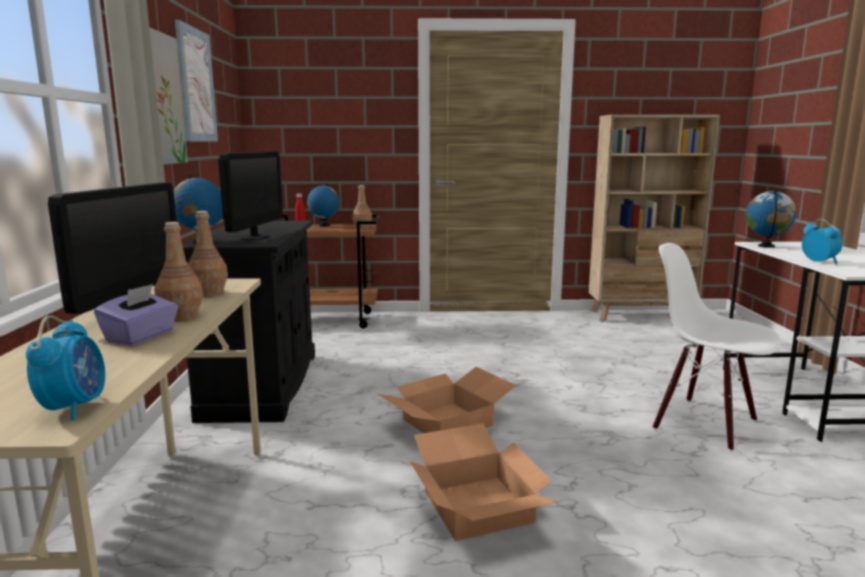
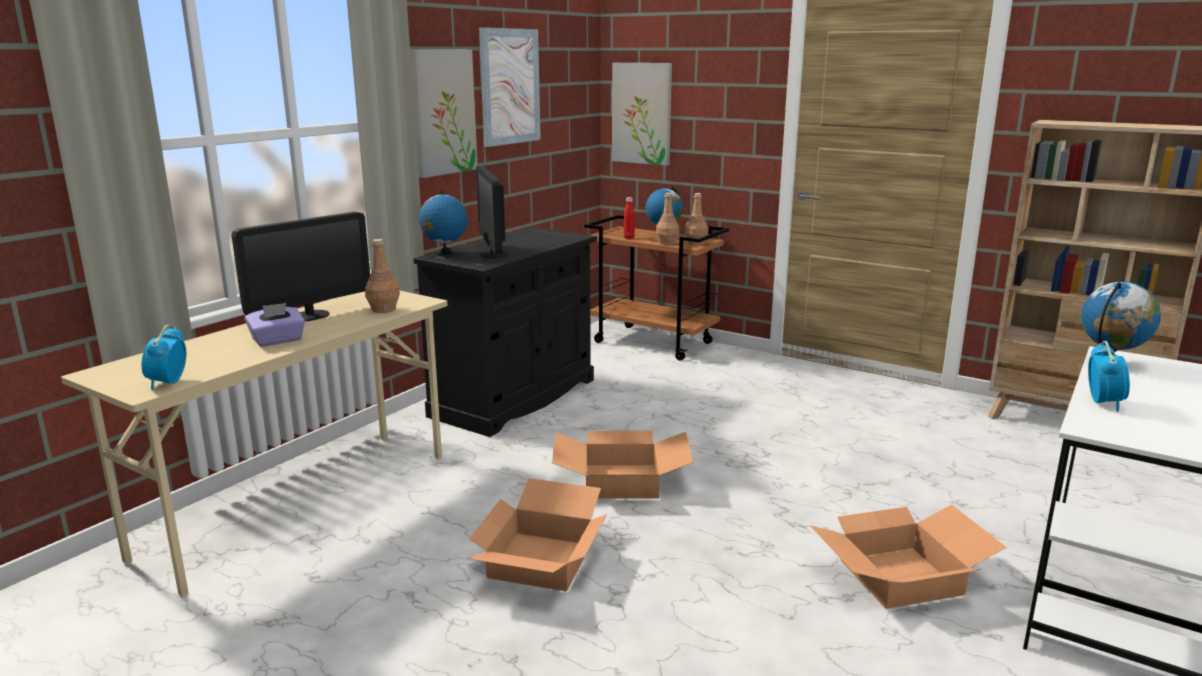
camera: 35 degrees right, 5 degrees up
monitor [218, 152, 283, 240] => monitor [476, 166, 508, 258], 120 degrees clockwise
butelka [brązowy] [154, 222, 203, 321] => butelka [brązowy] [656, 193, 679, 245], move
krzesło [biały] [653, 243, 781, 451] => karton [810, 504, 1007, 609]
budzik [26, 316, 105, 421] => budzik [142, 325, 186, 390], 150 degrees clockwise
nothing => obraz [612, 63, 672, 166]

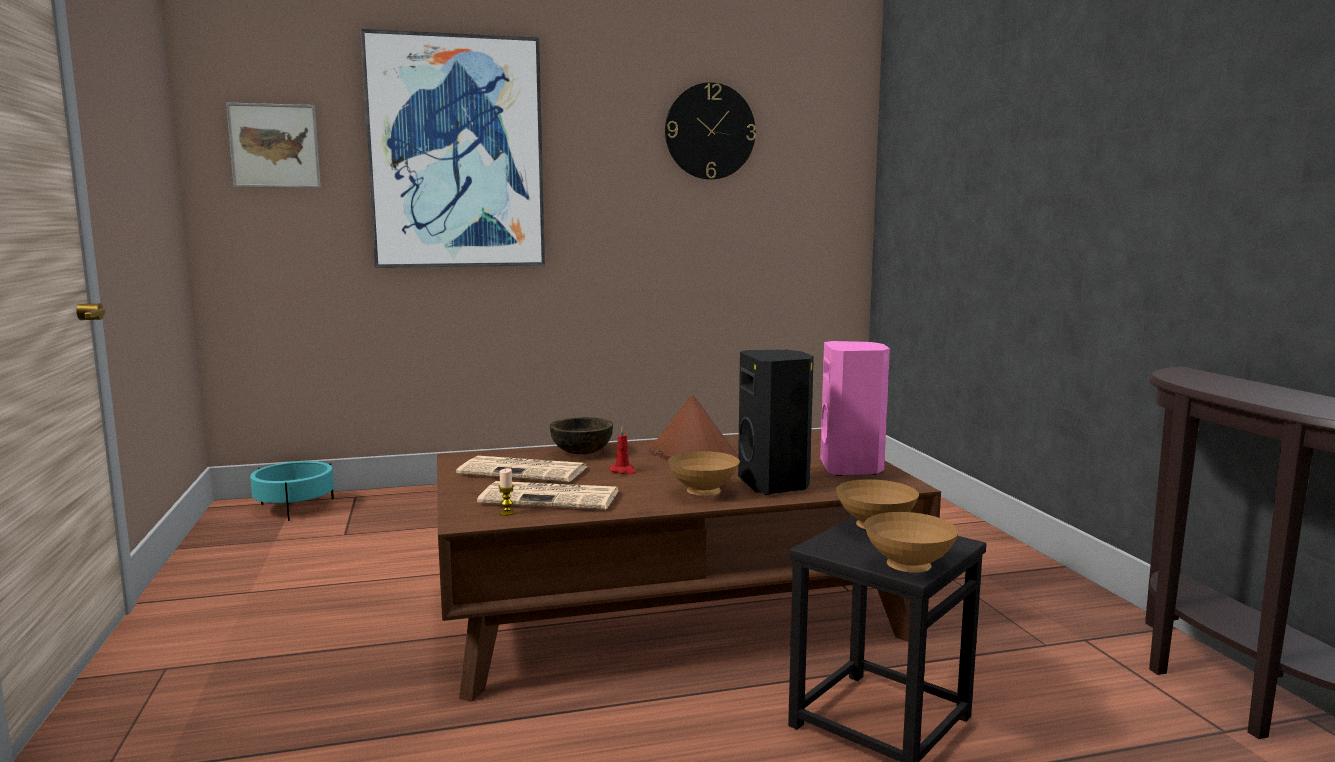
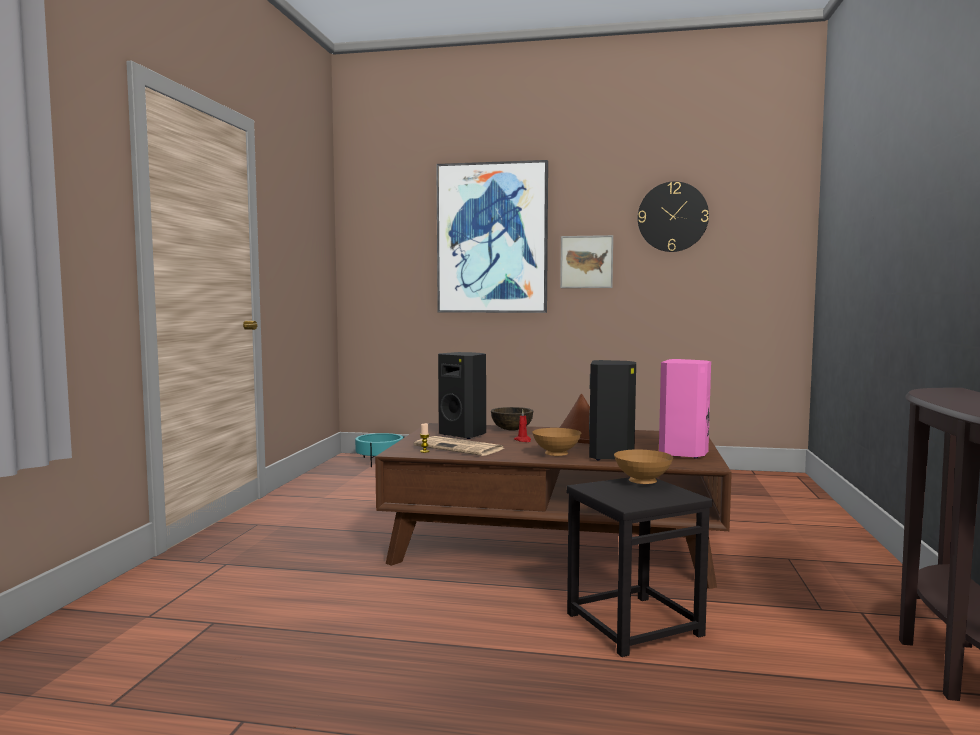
camera: 25 degrees right, 5 degrees down
obraz [226, 103, 321, 188] => obraz [560, 235, 613, 288], move
gazeta [456, 456, 586, 482] => głośnik [czarny] [438, 352, 486, 439]
miska [brązowy] [864, 512, 959, 573] => nothing

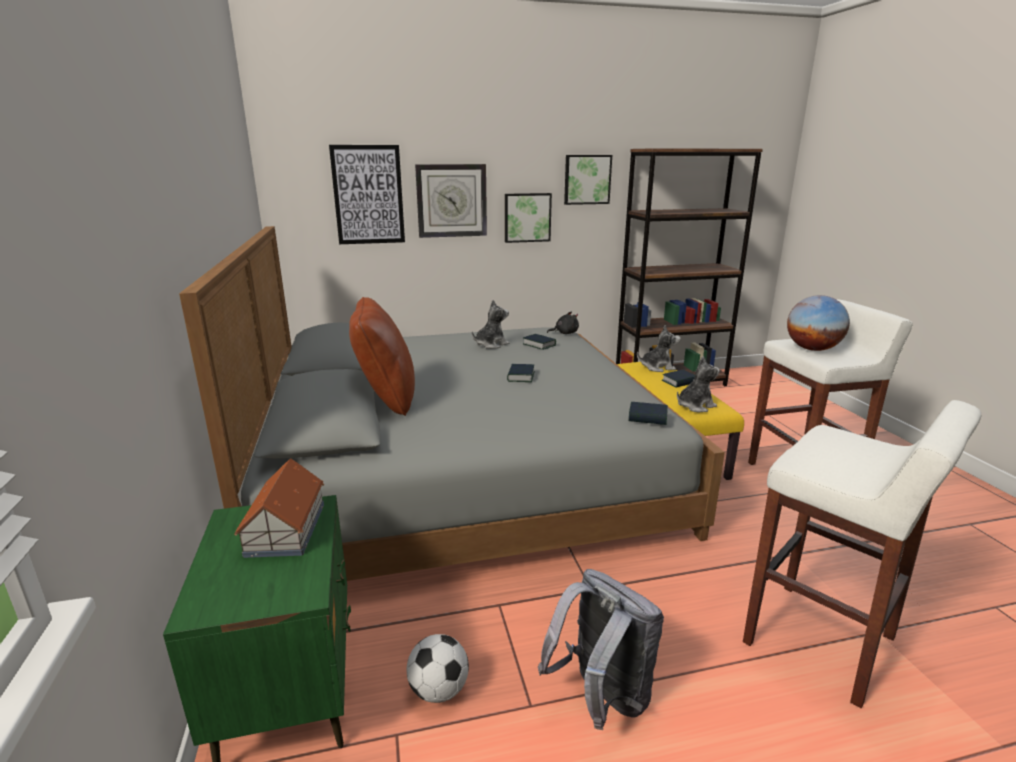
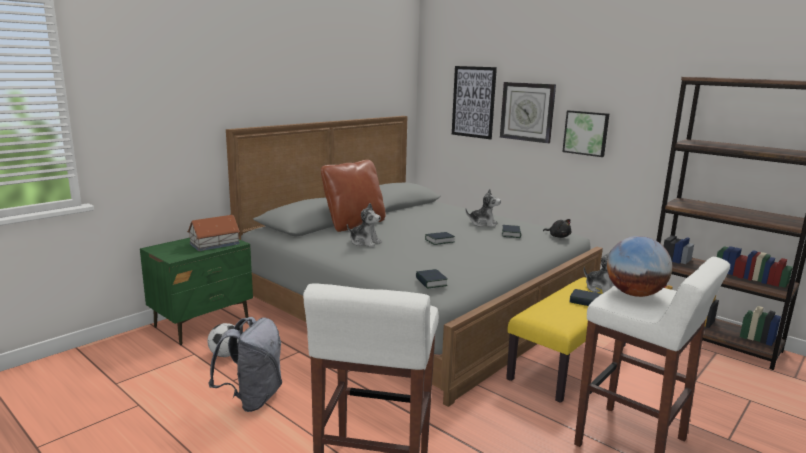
camera: 55 degrees right, 5 degrees down
obraz [564, 155, 612, 205] => nothing
pluszak [677, 356, 720, 412] => pluszak [347, 203, 382, 247], move

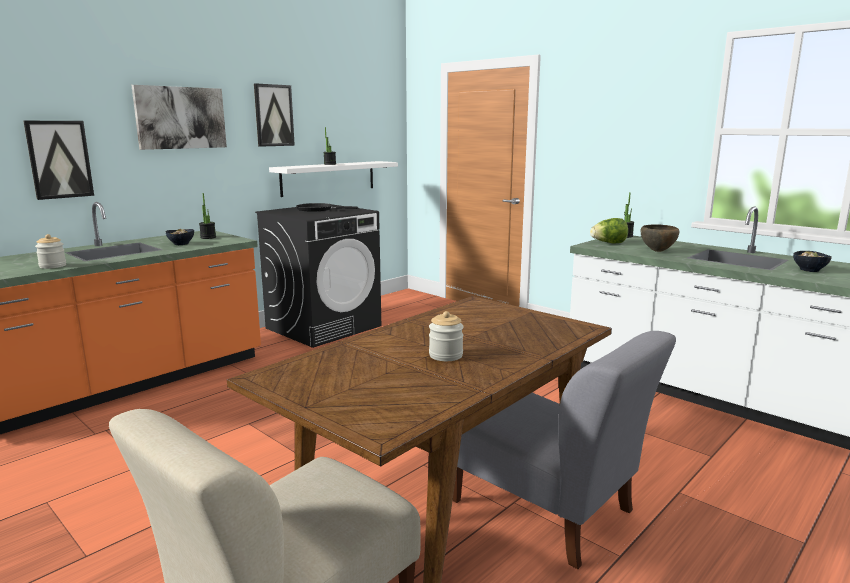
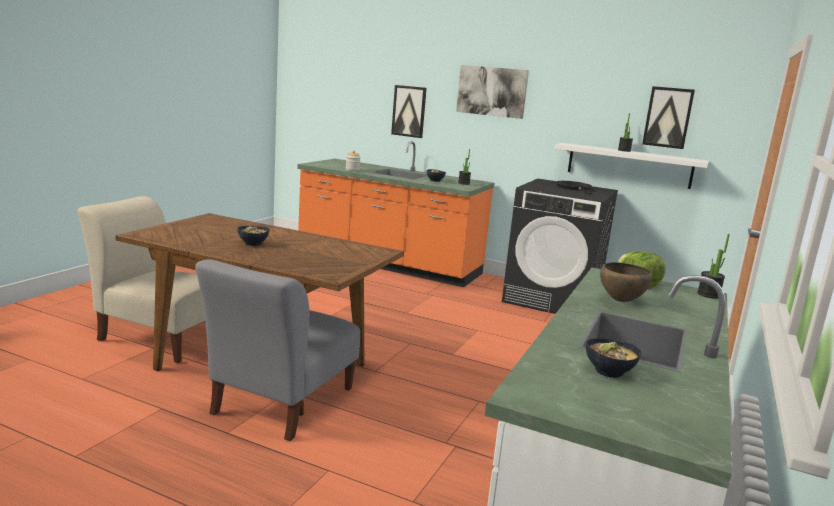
camera: 70 degrees right, 0 degrees up
obraz [254, 83, 295, 147] => obraz [642, 86, 695, 149], move
słoik [429, 311, 464, 361] => miska [238, 226, 269, 246]

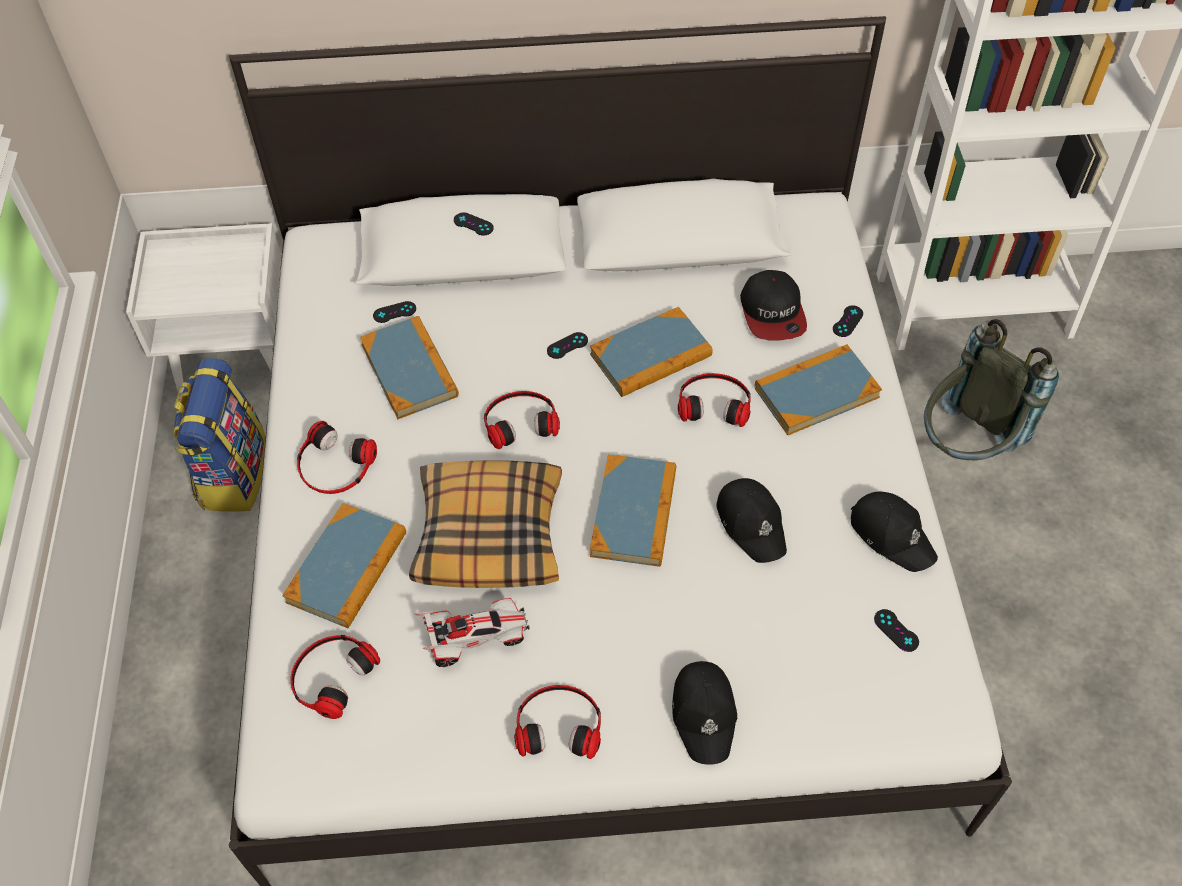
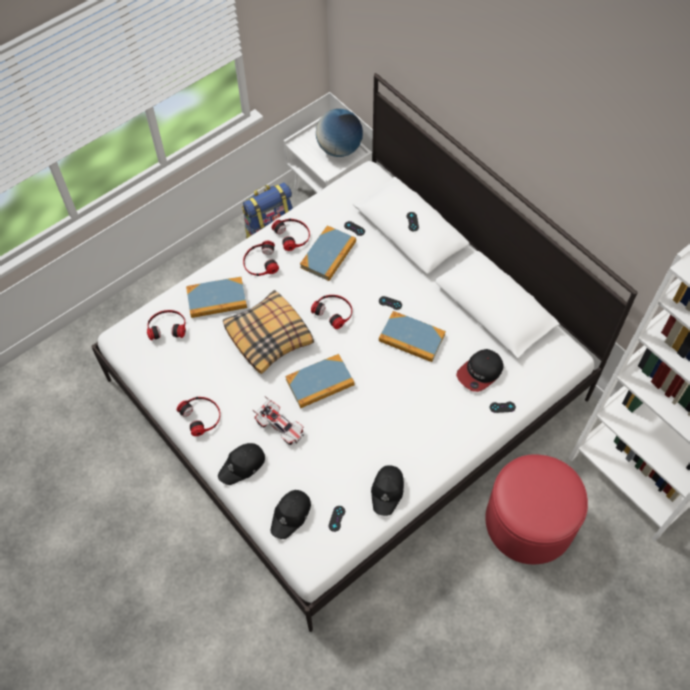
camera: 55 degrees right, 5 degrees up
plecak [szary] [924, 319, 1059, 460] => pufa [czerwony] [485, 454, 588, 564]
książka [755, 344, 882, 435] => nothing
słuchawki [678, 373, 751, 427] => słuchawki [272, 219, 310, 251], move
czapka z daszkiem [czarny] [716, 478, 787, 563] => czapka z daszkiem [czarny] [270, 490, 311, 539], move
samochodzik [415, 598, 530, 667] => samochodzik [252, 396, 304, 445], move
nothing => globus [316, 109, 363, 157]

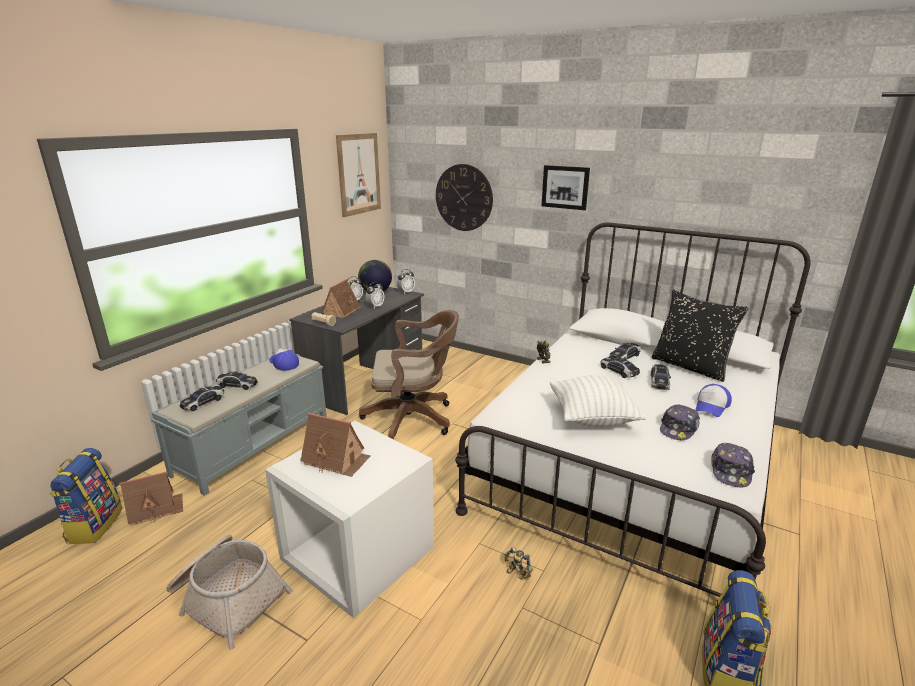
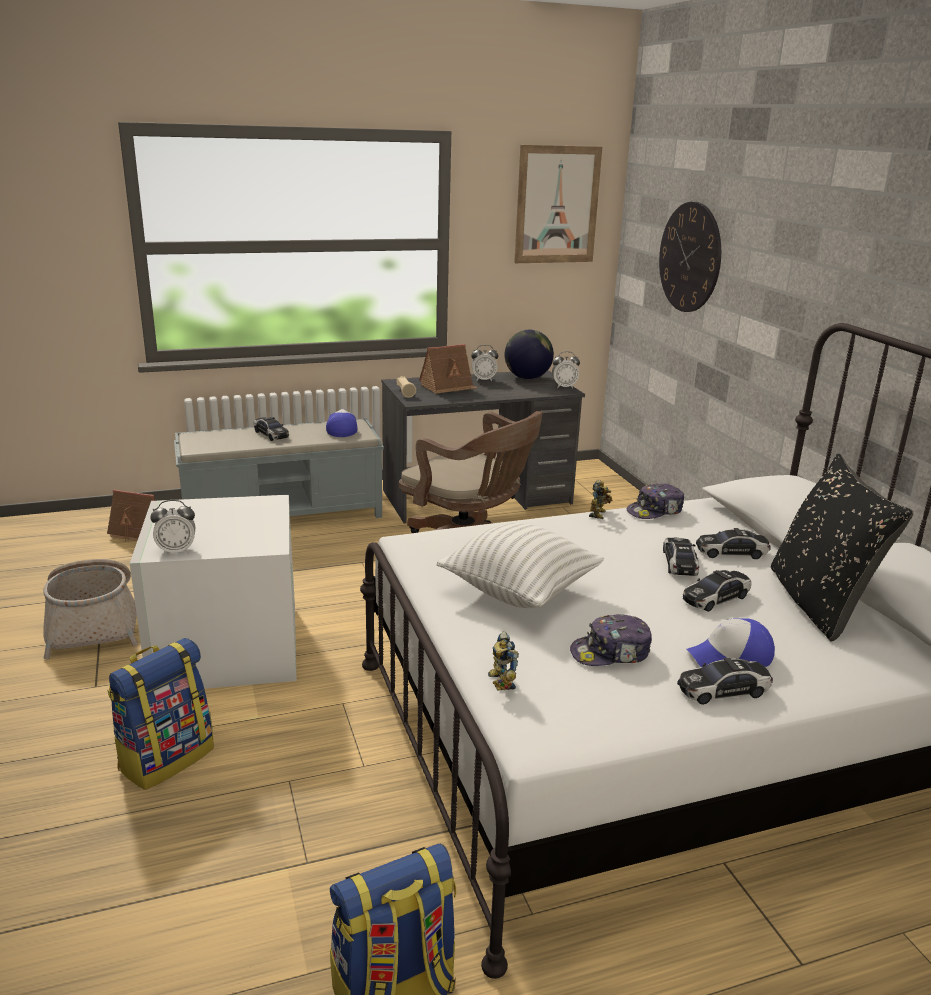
camera: 40 degrees right, 0 degrees up
obraz [541, 165, 590, 210] => nothing
budzik [365, 282, 384, 308] => budzik [150, 500, 195, 555], move
samochodzik [180, 386, 224, 411] => samochodzik [677, 658, 773, 705], move
domek [300, 413, 370, 477] => nothing
czapka z daszkiem [711, 443, 755, 487] => czapka z daszkiem [627, 483, 684, 519], move
plecak [50, 448, 122, 544] => plecak [107, 638, 214, 790], move
robot zabawkowy [505, 547, 533, 579] => robot zabawkowy [488, 631, 519, 690], move

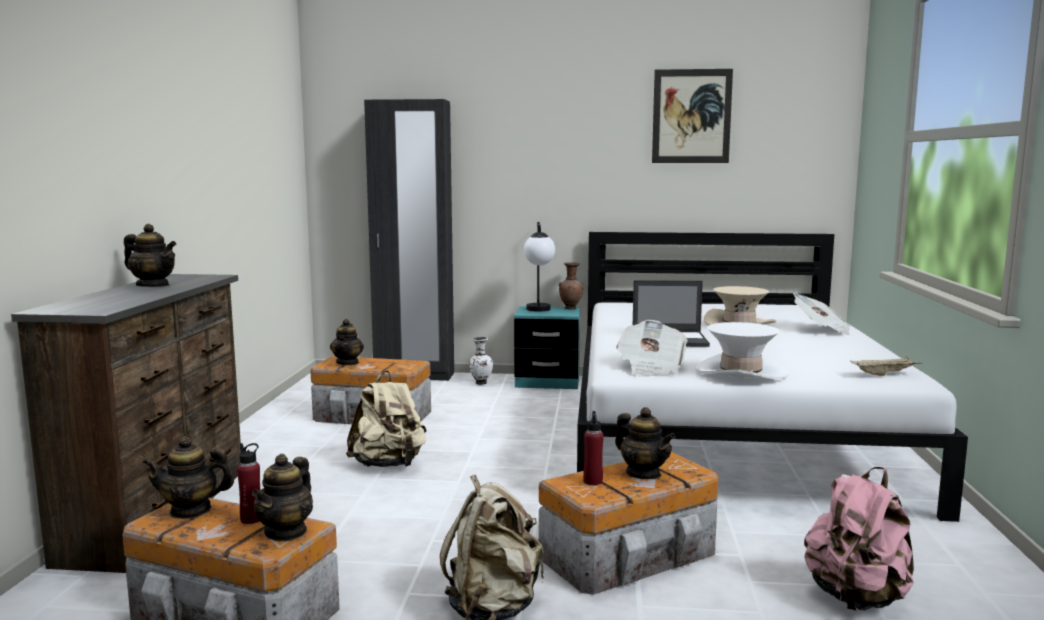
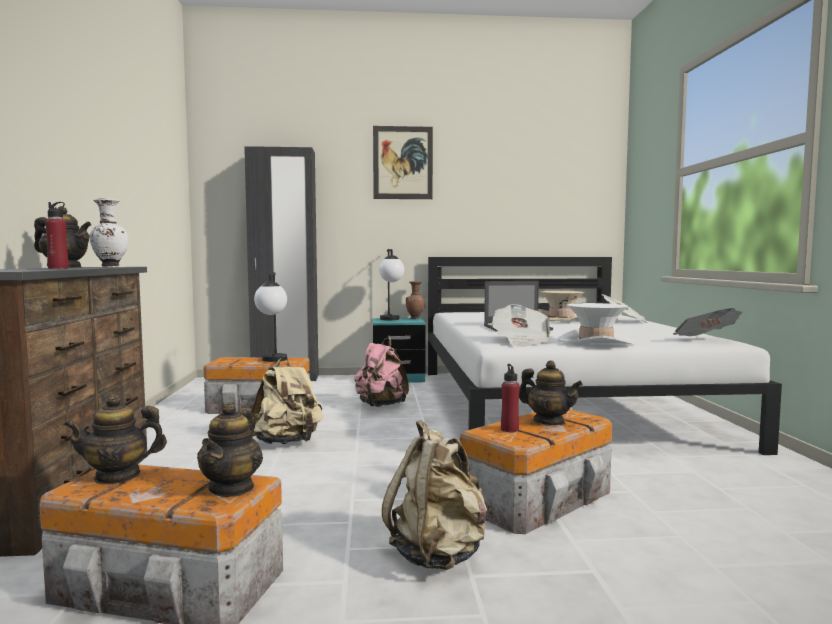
camera: 10 degrees left, 5 degrees down
obraz [652, 69, 733, 163] => obraz [373, 126, 433, 199], move
imbryk [330, 319, 364, 365] => nothing
wazon [biały] [469, 337, 493, 385] => wazon [biały] [89, 198, 129, 267], move
taca [beżowy] [850, 356, 923, 376] => gazeta [673, 308, 742, 336]
butelka [czerwony] [237, 443, 260, 524] => butelka [czerwony] [45, 202, 69, 269], move
plecak [różowy] [804, 467, 914, 611] => plecak [różowy] [355, 337, 409, 407], move
nothing => lampa stołowa [254, 272, 287, 362]

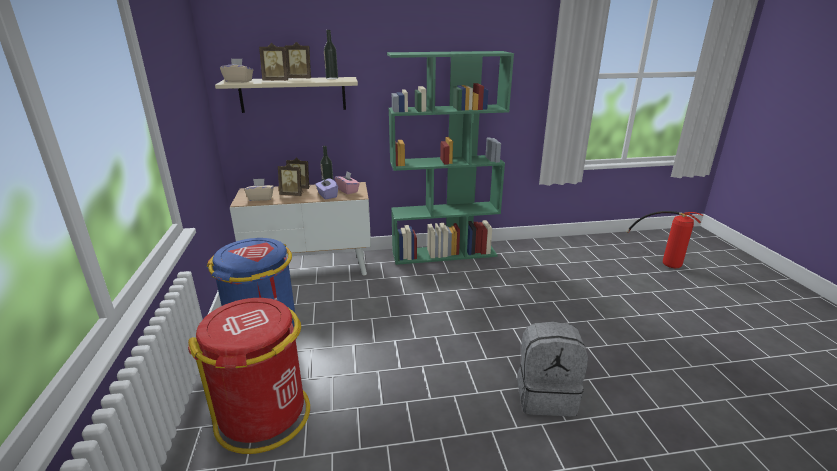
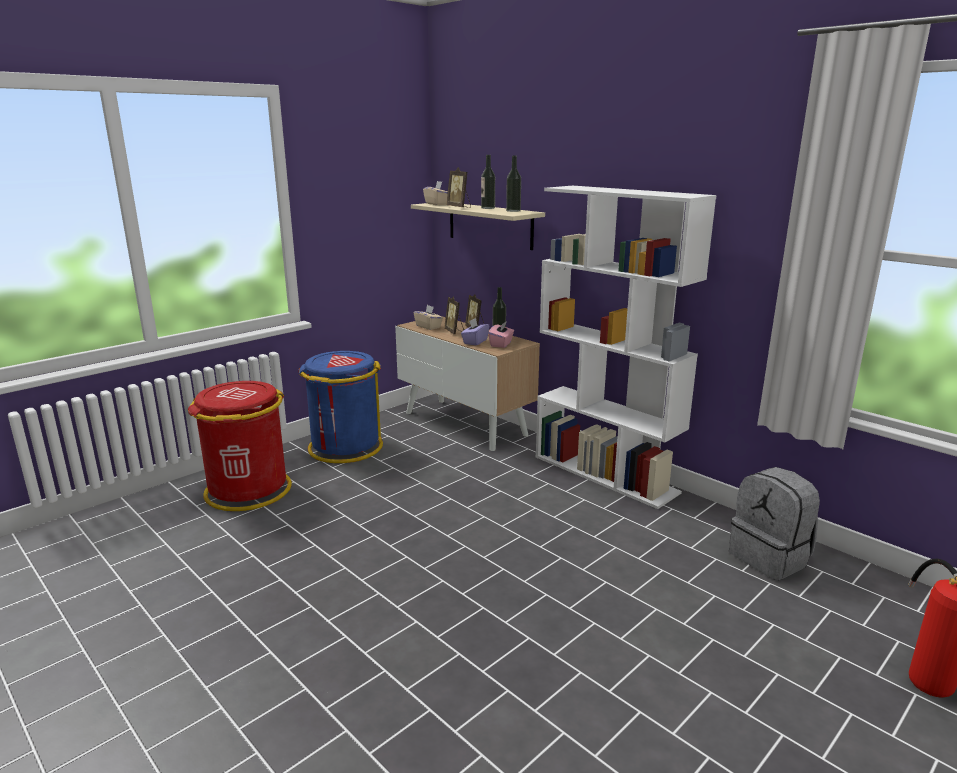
camera: 55 degrees right, 5 degrees down
ramka na zdjęcie [285, 42, 311, 78] => butelka [481, 155, 495, 209]
regał [zielony] [387, 51, 514, 265] => regał [biały] [536, 186, 717, 509]
plecak [szary] [517, 321, 588, 416] => plecak [szary] [729, 467, 820, 580], move

